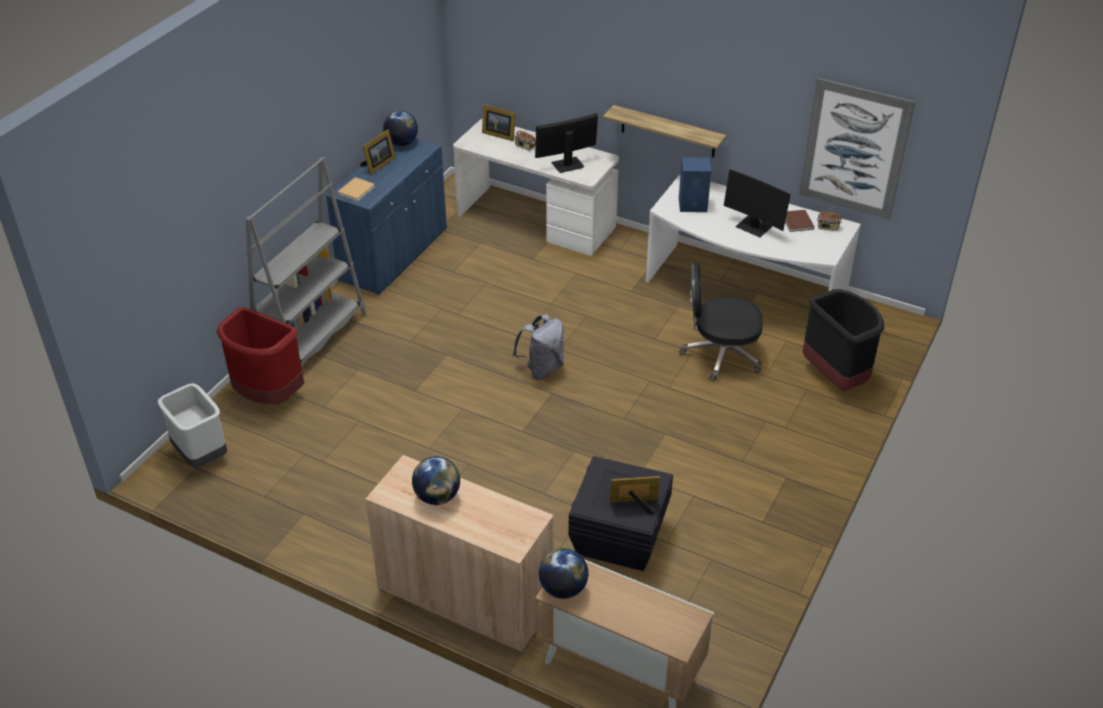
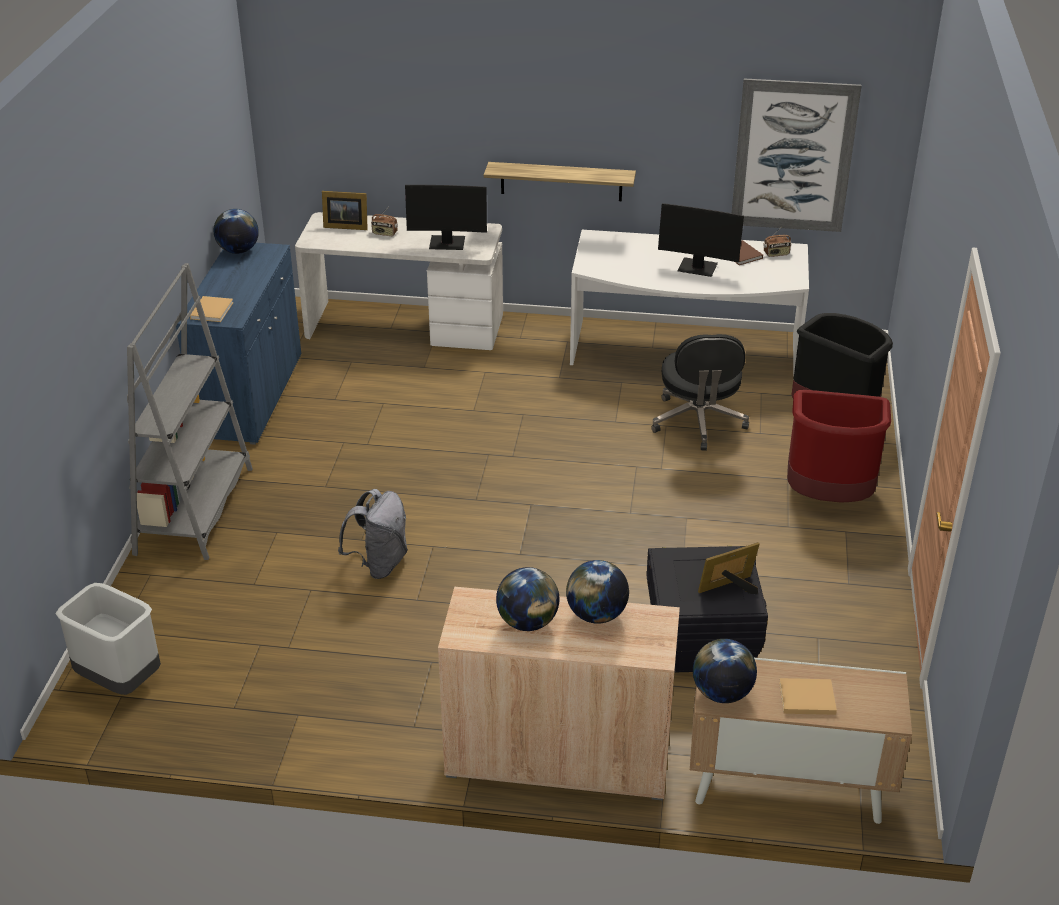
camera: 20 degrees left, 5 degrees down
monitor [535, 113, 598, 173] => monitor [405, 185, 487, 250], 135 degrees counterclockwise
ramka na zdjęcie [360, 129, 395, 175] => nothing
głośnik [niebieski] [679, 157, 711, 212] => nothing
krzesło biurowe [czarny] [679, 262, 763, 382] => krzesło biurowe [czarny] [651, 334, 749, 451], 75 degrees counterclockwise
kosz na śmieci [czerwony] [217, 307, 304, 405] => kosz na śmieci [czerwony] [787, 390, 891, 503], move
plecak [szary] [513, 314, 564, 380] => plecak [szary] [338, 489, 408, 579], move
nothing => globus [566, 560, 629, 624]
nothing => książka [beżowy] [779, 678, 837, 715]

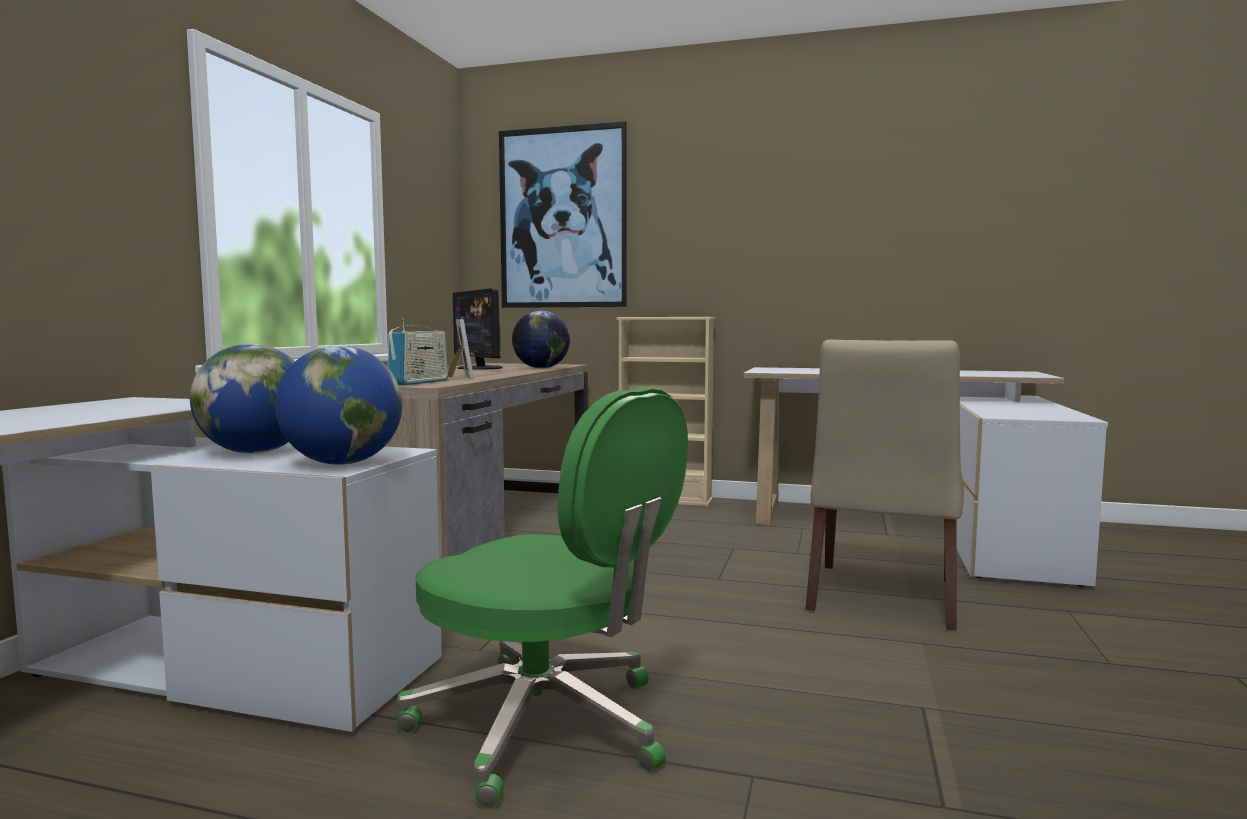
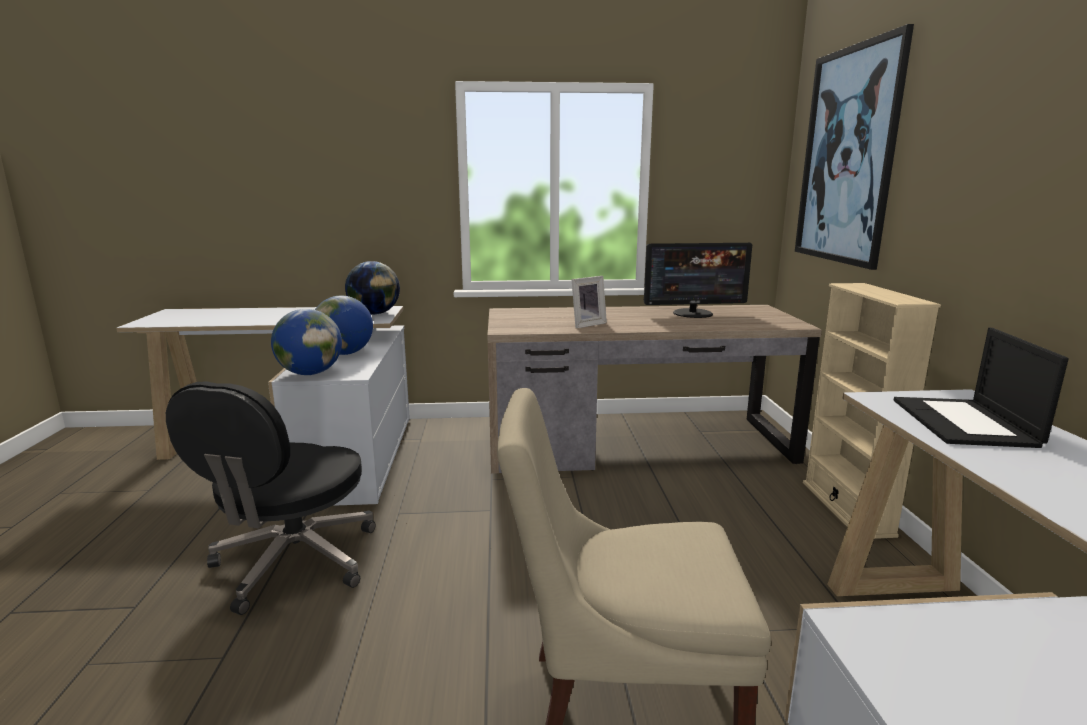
camera: 70 degrees right, 10 degrees up
monitor [453, 289, 503, 370] => monitor [644, 243, 752, 318], 135 degrees counterclockwise
globus [512, 310, 570, 369] => globus [345, 261, 400, 315], move
radio [388, 318, 449, 385] => nothing
krzesło biurowe [zielony] [396, 387, 688, 808] => krzesło biurowe [czarny] [166, 381, 376, 615]
nothing => laptop [894, 328, 1069, 448]

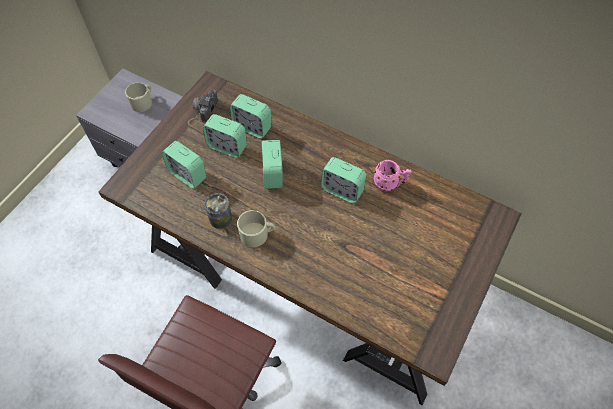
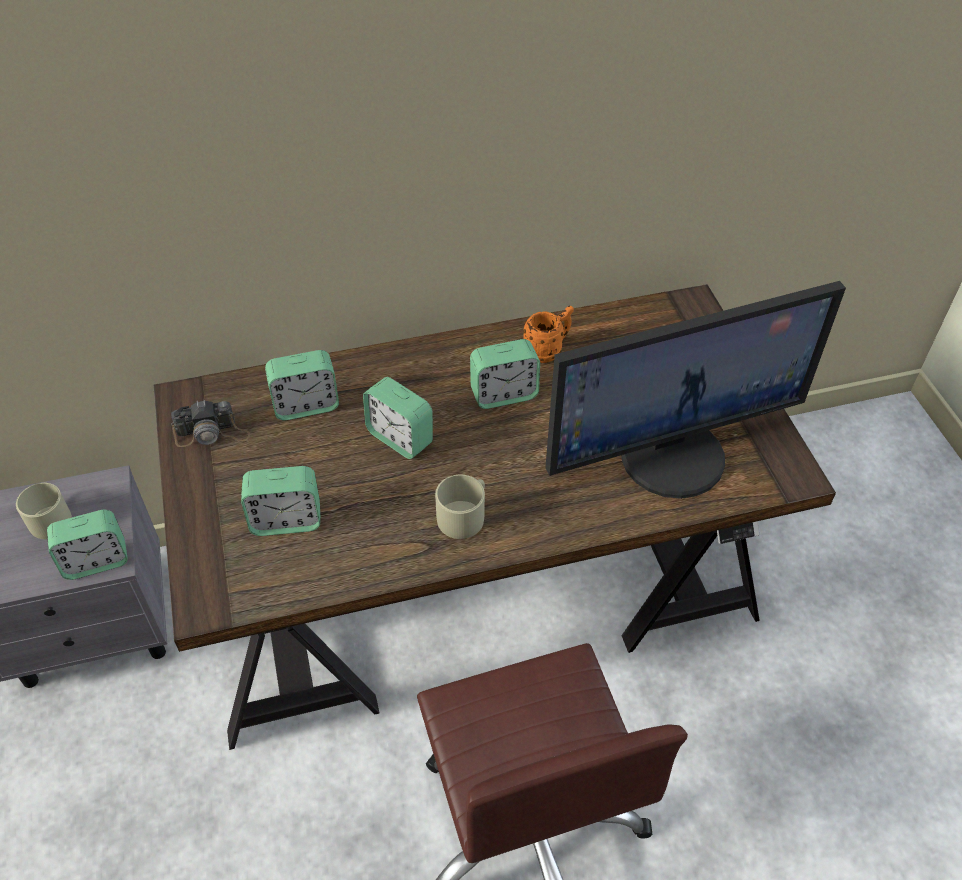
camera: 45 degrees left, 10 degrees down
aparat fotograficzny [188, 89, 218, 126] => aparat fotograficzny [171, 400, 250, 447], 75 degrees counterclockwise
budzik [203, 114, 247, 158] => budzik [47, 510, 128, 580], move
kubek [różowy] [374, 160, 411, 192] => kubek [pomarańczowy] [523, 306, 574, 363]
puszka [205, 193, 232, 229] => nothing
nothing => monitor [545, 281, 846, 499]

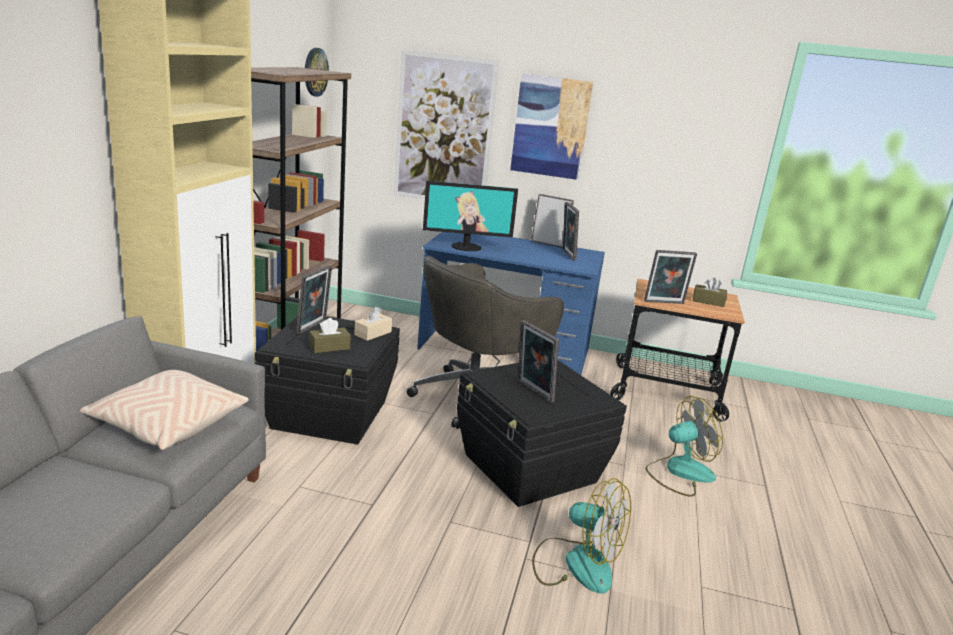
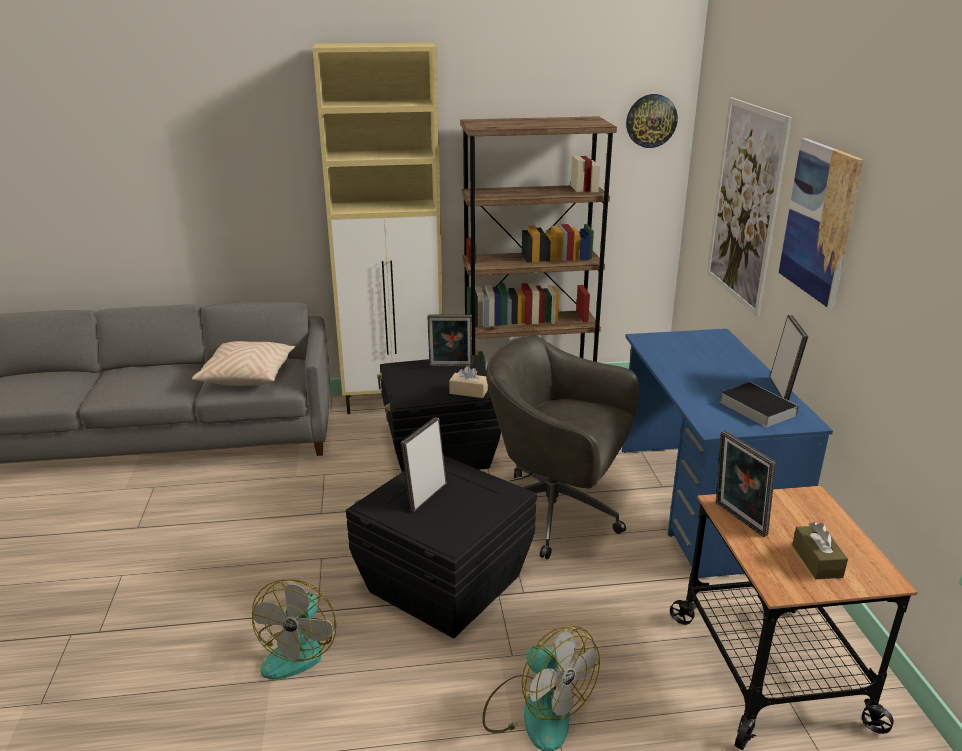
camera: 70 degrees right, 5 degrees up
monitor [423, 181, 518, 251] => nothing
ramka na zdjęcie [563, 202, 579, 261] => książka [720, 382, 799, 427]
pudełko chusteczek [brązowy] [309, 318, 351, 353] => nothing

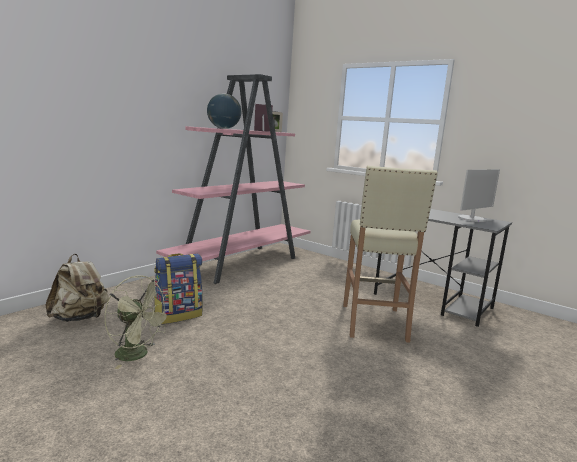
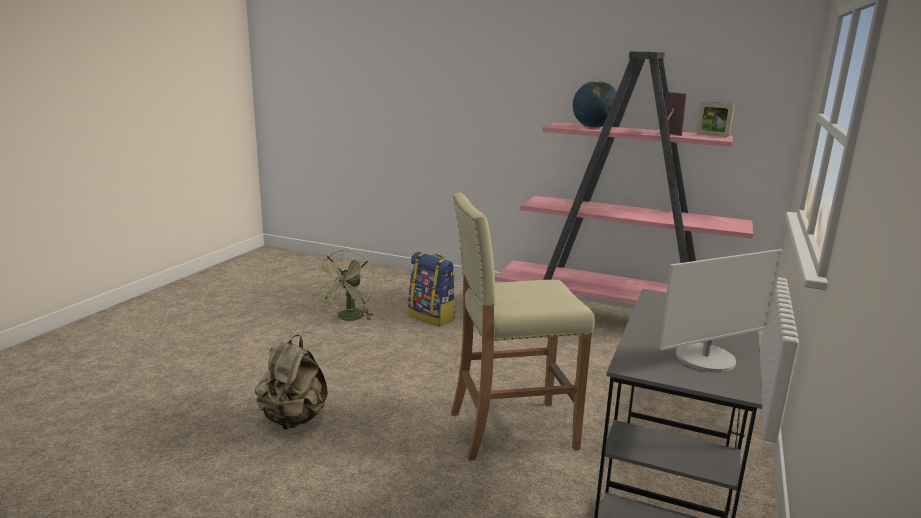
camera: 75 degrees right, 5 degrees up
monitor [458, 169, 500, 222] => monitor [659, 249, 783, 372], 60 degrees counterclockwise
plecak [beżowy] [45, 254, 109, 322] => plecak [beżowy] [255, 335, 328, 430], move

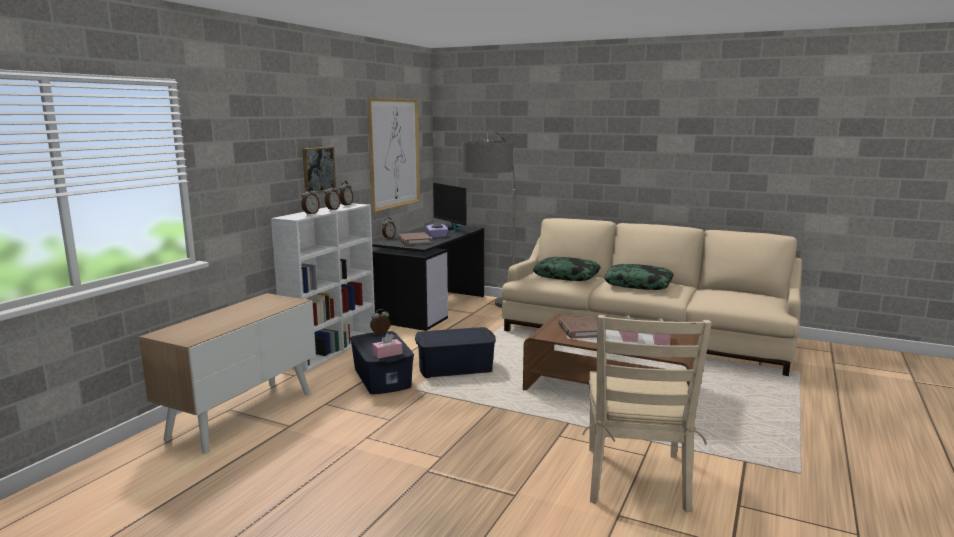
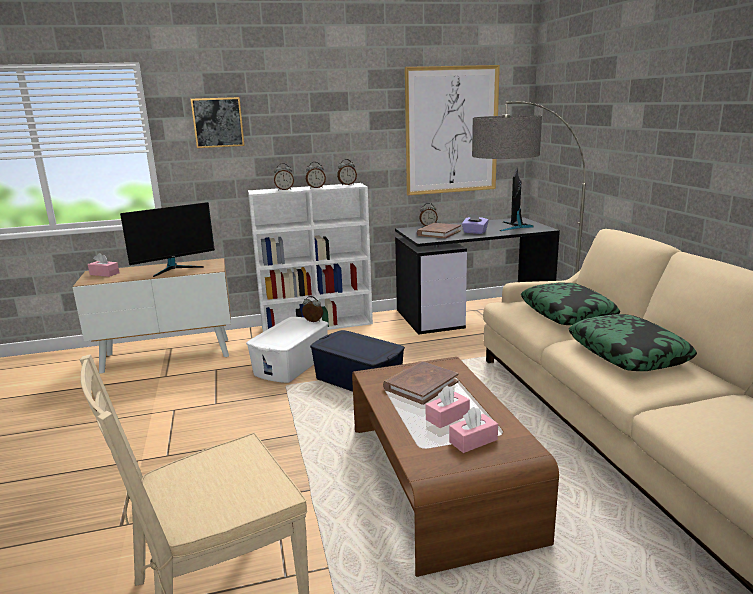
camera: 50 degrees right, 5 degrees up
obraz [302, 147, 336, 193] => obraz [191, 97, 245, 148], move
pojemnik do przechowywania [niebieski] [350, 331, 414, 394] => pojemnik do przechowywania [biały] [246, 317, 328, 383]
pudełko chusteczek [różowy] [372, 333, 402, 359] => pudełko chusteczek [różowy] [88, 253, 120, 277], move
nothing => monitor [120, 202, 215, 277]

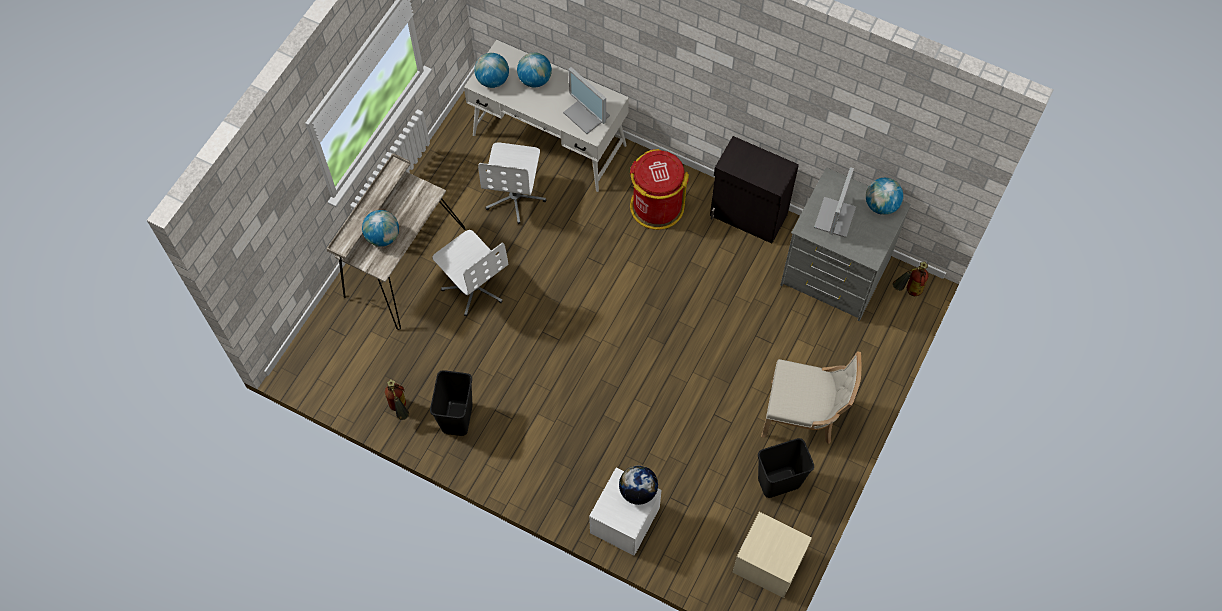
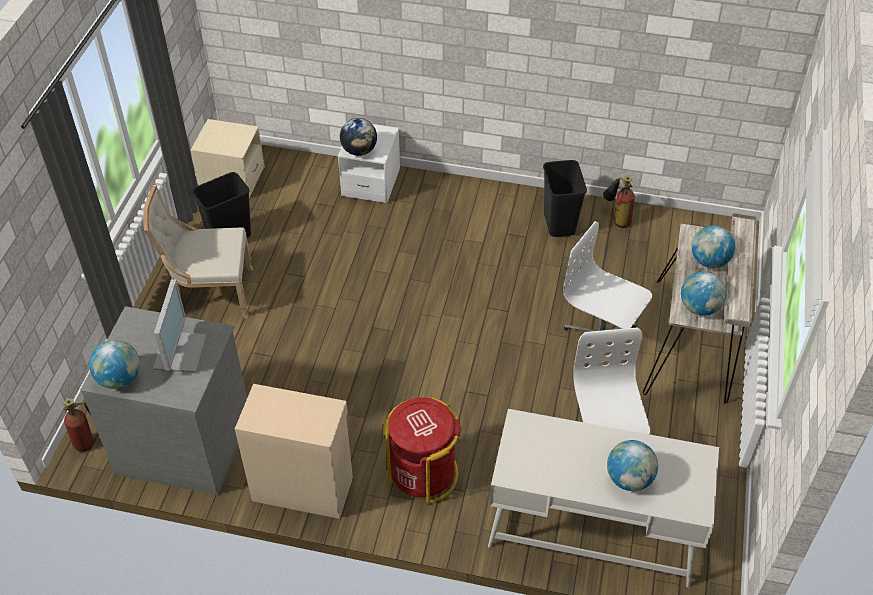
camera: 165 degrees right, 15 degrees down
globus [474, 53, 509, 88] => globus [681, 271, 726, 316], move
monitor [563, 67, 610, 134] => nothing
szafka [czarny] [710, 136, 799, 244] => szafka [beżowy] [235, 384, 353, 519]

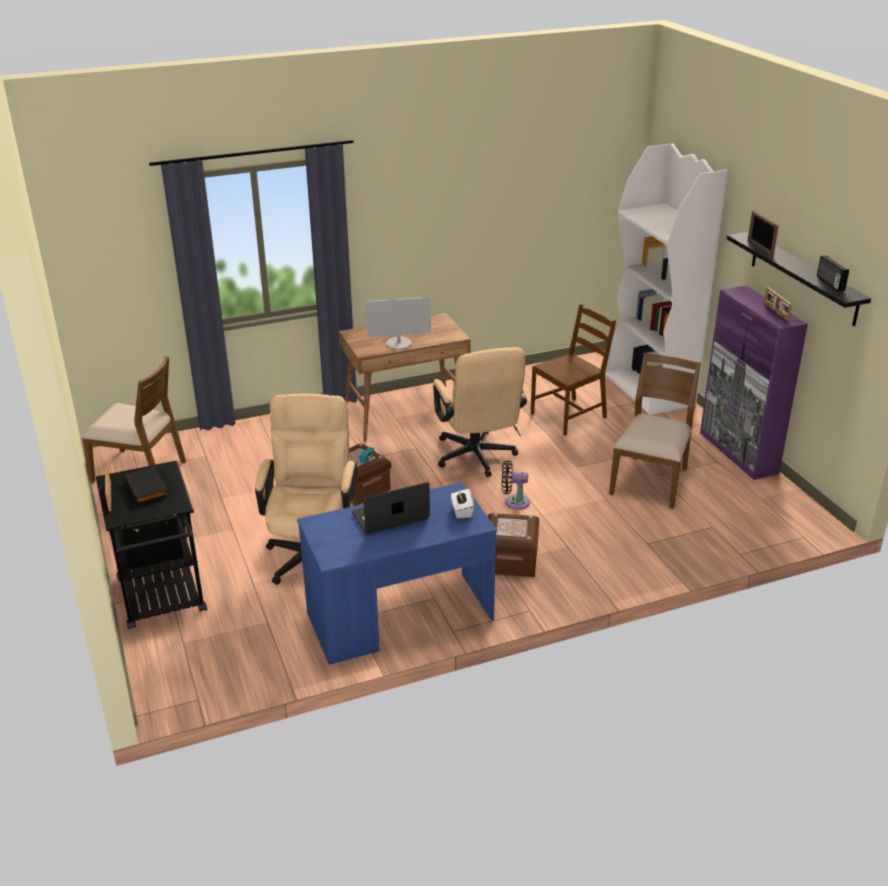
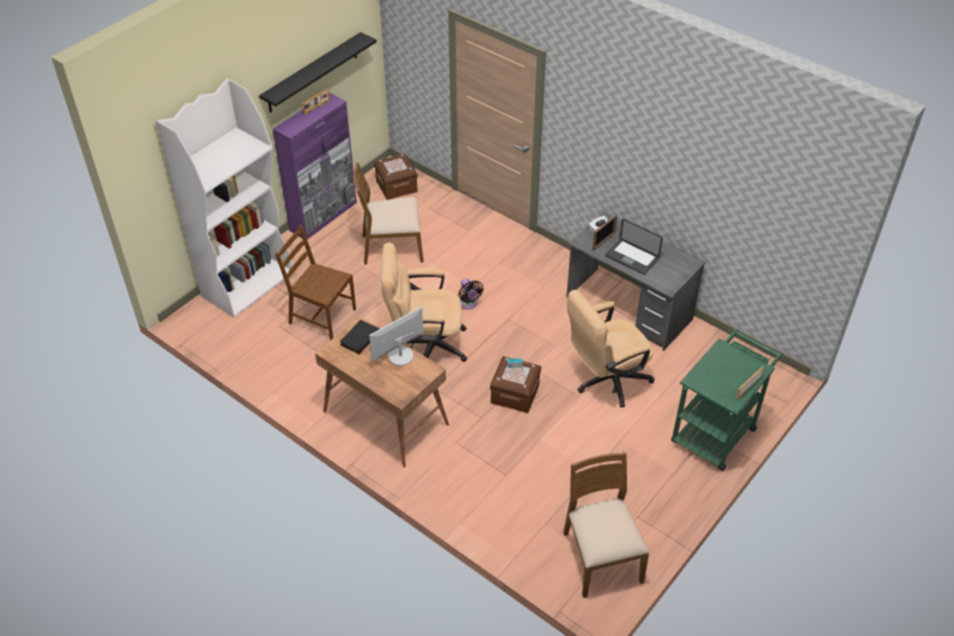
camera: 120 degrees left, 15 degrees up
ramka na zdjęcie [748, 211, 779, 256] => ramka na zdjęcie [592, 214, 617, 251], move
radio [817, 255, 849, 291] => nothing
monitor [366, 297, 431, 350] => monitor [369, 307, 423, 366], 90 degrees counterclockwise
krzesło biurowe [beżowy] [433, 347, 527, 477] => krzesło biurowe [beżowy] [381, 243, 467, 362], 135 degrees counterclockwise
wózek [czarny] [96, 460, 207, 629] => wózek [zielony] [671, 328, 783, 471]
książka [czarny] [124, 467, 169, 504] => książka [czarny] [339, 320, 380, 354], move
biurko [niebieski] [297, 482, 497, 665] => biurko [szary] [566, 212, 705, 351]
pojemnik do przechowywania [brązowy] [488, 513, 539, 577] => pojemnik do przechowywania [brązowy] [374, 154, 418, 200], move

